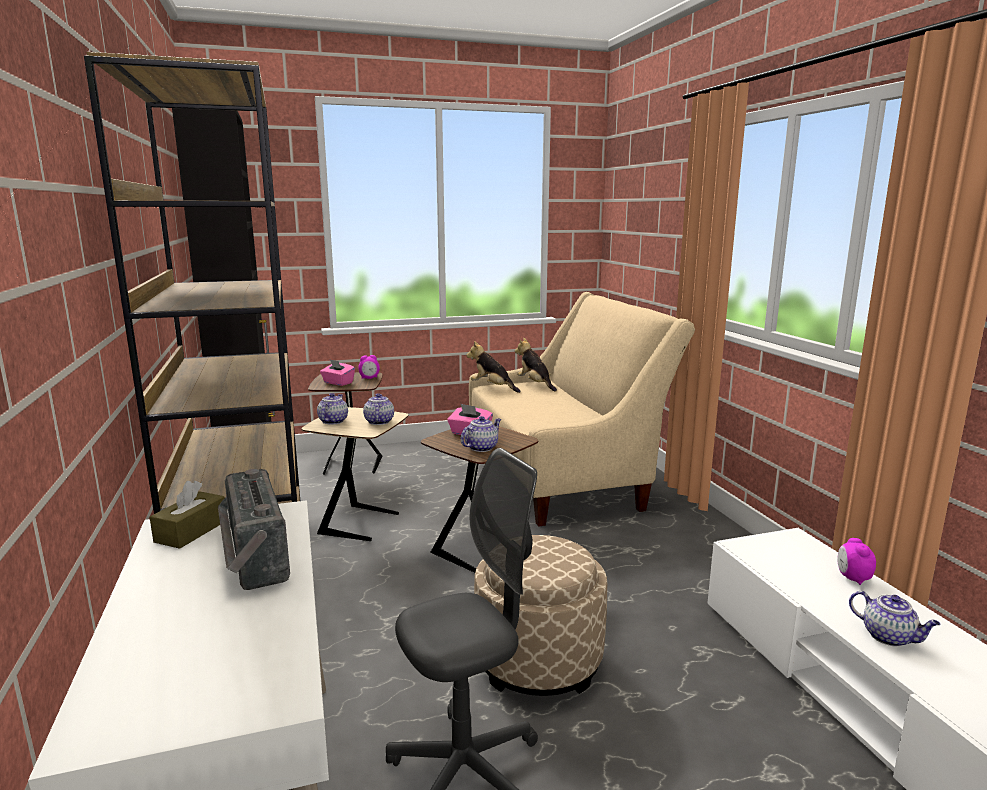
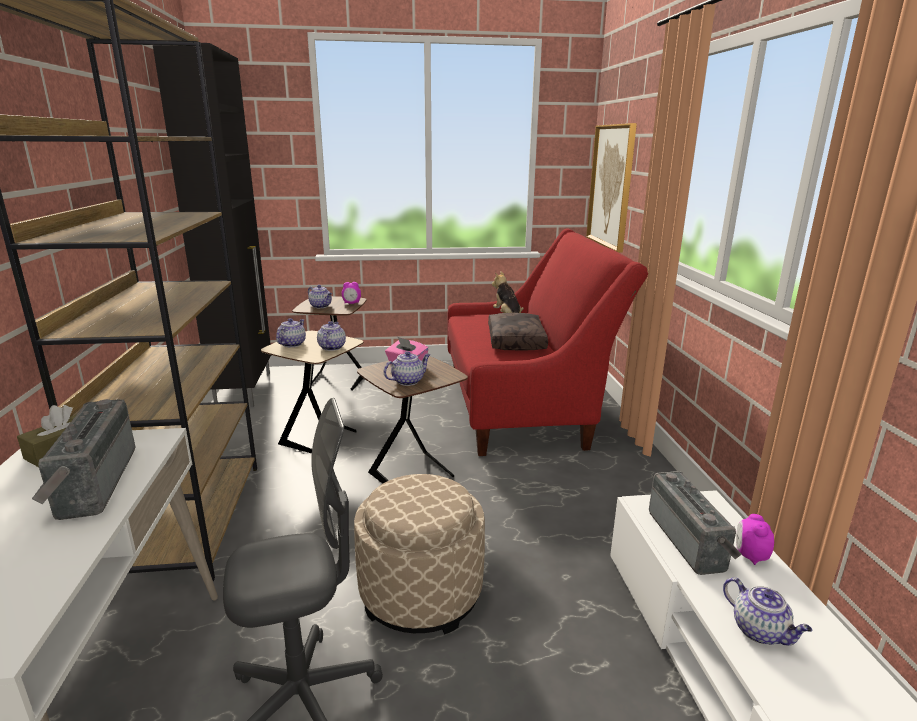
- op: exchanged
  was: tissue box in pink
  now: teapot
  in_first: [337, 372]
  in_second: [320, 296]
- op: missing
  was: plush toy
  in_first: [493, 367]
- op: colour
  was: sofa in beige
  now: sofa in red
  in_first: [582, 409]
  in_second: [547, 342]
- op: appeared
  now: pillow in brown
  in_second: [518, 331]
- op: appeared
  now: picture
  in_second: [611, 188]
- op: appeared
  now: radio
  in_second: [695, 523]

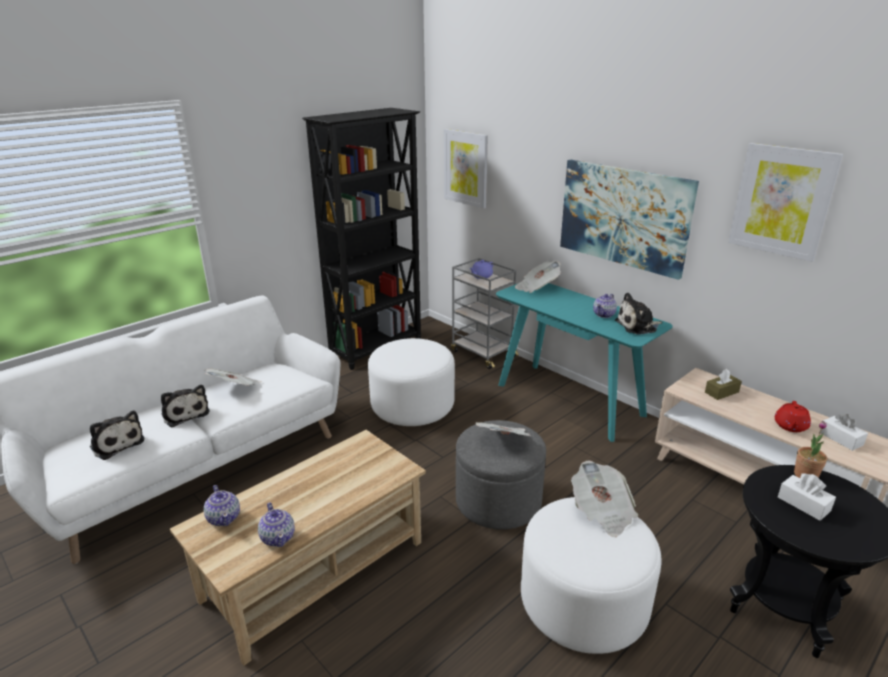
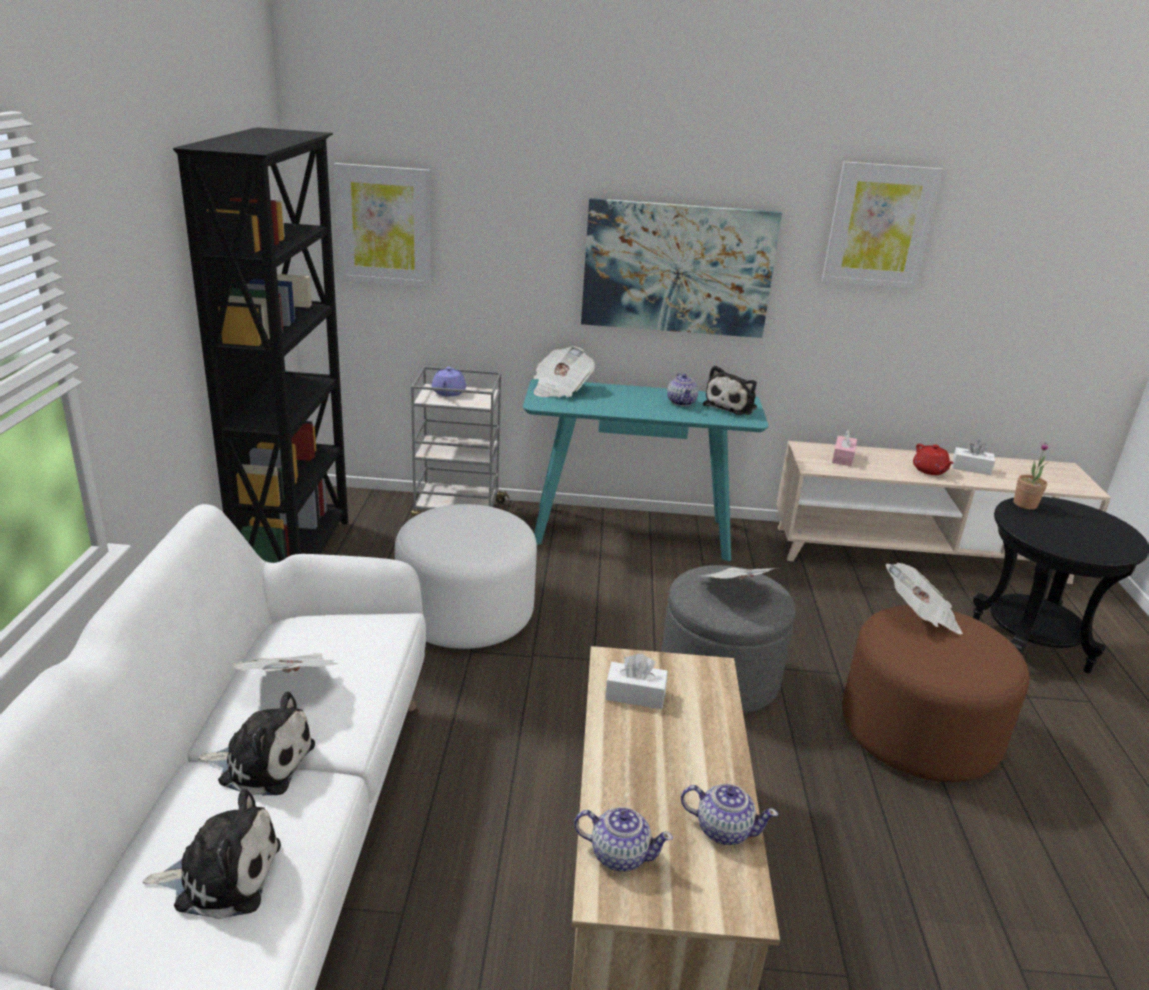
- op: colour
  was: ottoman in white
  now: ottoman in brown
  in_first: [591, 575]
  in_second: [935, 693]
- op: colour
  was: tissue box in brown
  now: tissue box in pink
  in_first: [723, 384]
  in_second: [844, 447]
- op: relocated
  was: tissue box in white
  in_first: [807, 497]
  in_second: [636, 681]

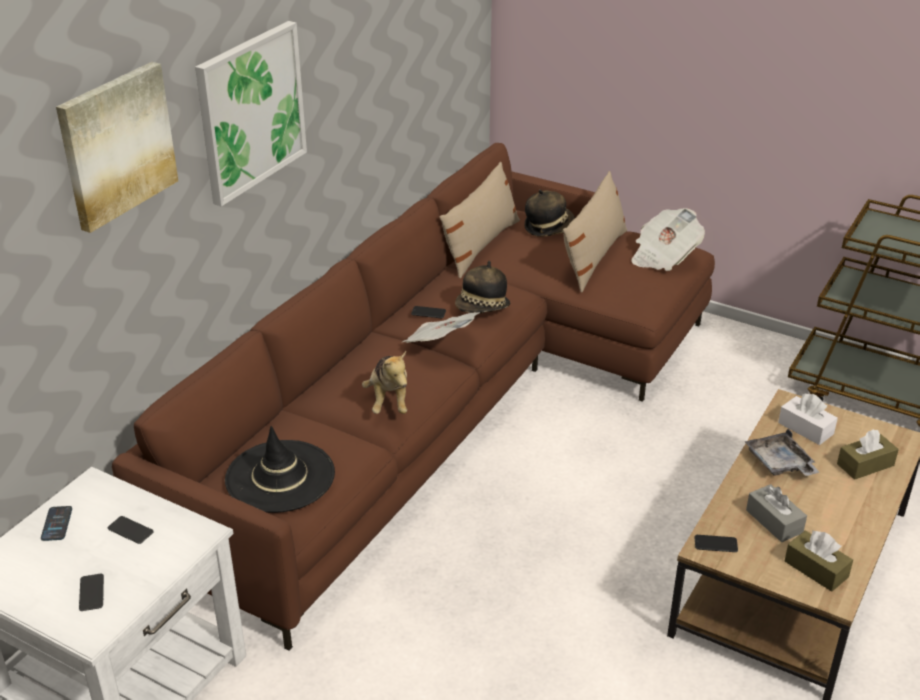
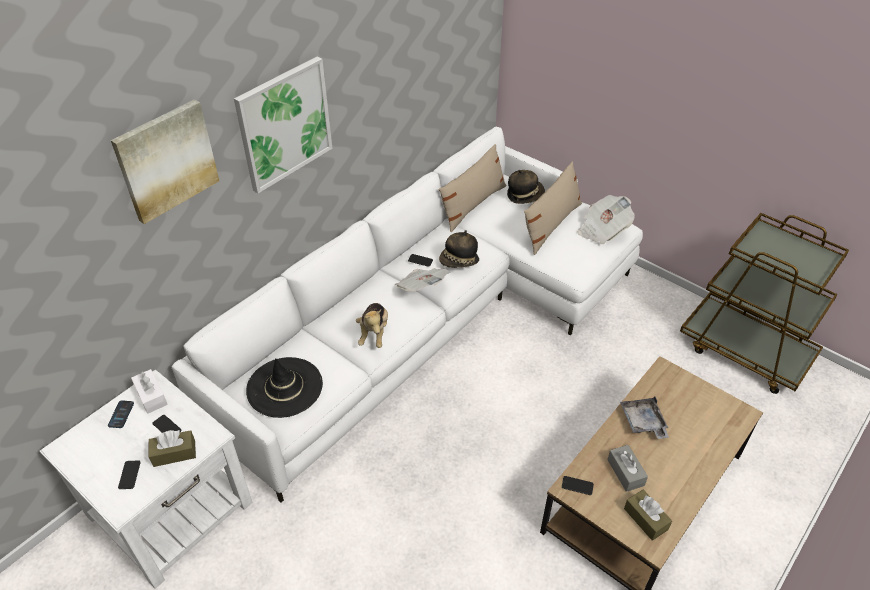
- op: colour
  was: sofa in brown
  now: sofa in white
  in_first: [413, 396]
  in_second: [407, 315]
- op: relocated
  was: tissue box in white
  in_first: [808, 419]
  in_second: [149, 391]
- op: relocated
  was: tissue box in brown
  in_first: [868, 454]
  in_second: [172, 448]

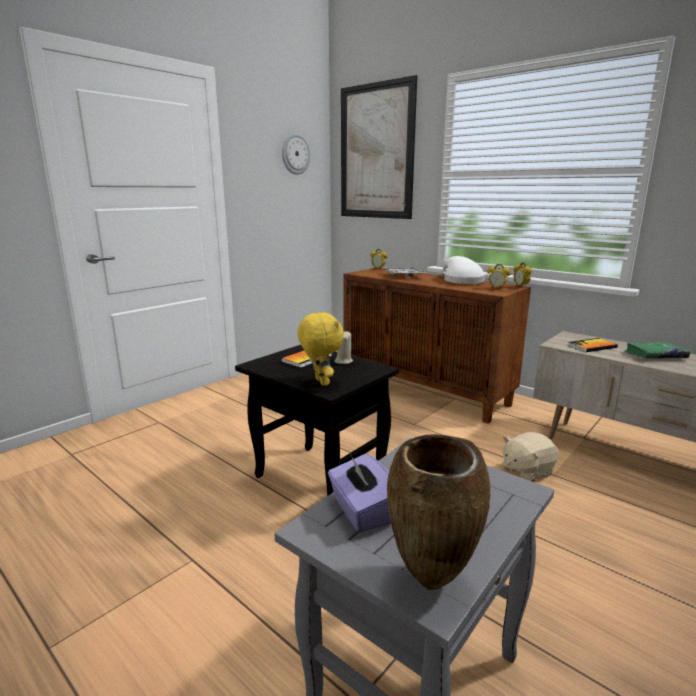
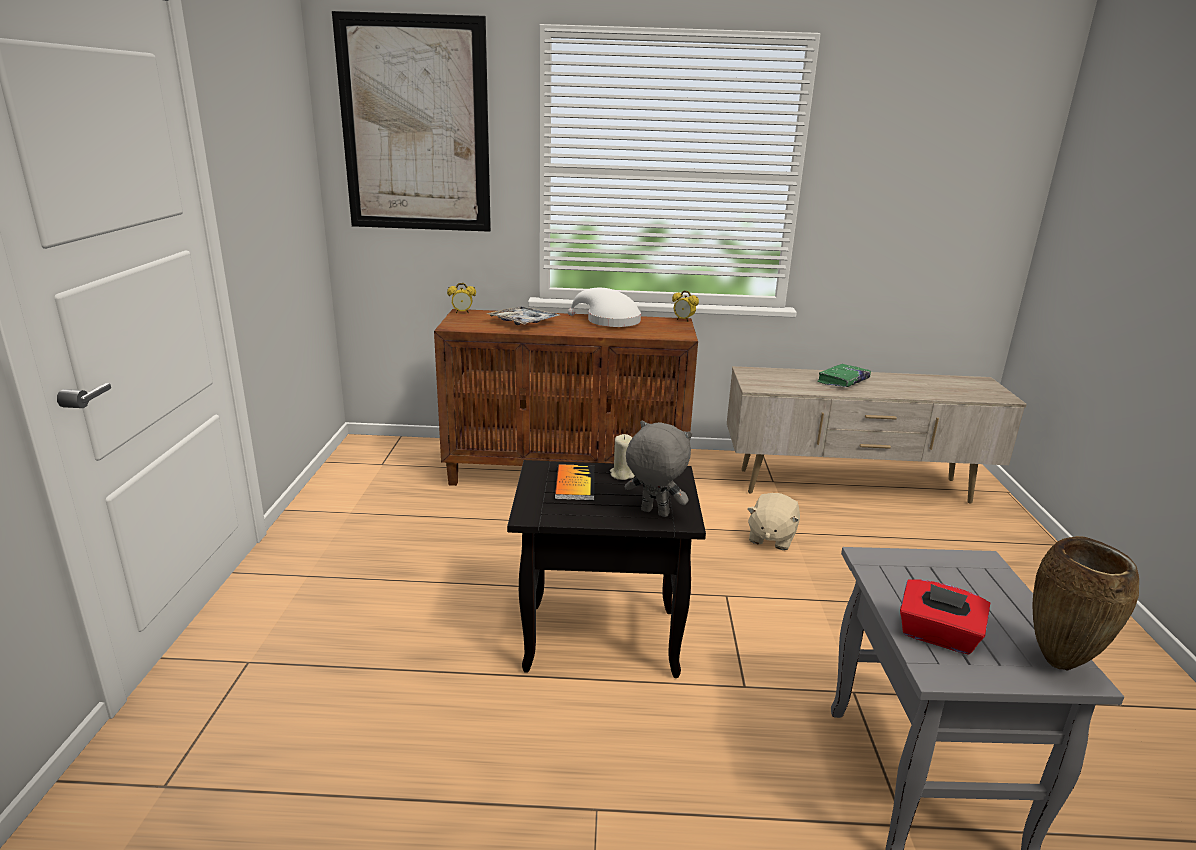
- op: missing
  was: wall clock
  in_first: [296, 154]
- op: colour
  was: plush toy in yellow
  now: plush toy in grey
  in_first: [320, 349]
  in_second: [658, 468]
- op: colour
  was: tissue box in purple
  now: tissue box in red
  in_first: [359, 492]
  in_second: [945, 617]
- op: missing
  was: alarm clock
  in_first: [499, 277]
- op: missing
  was: book
  in_first: [593, 345]

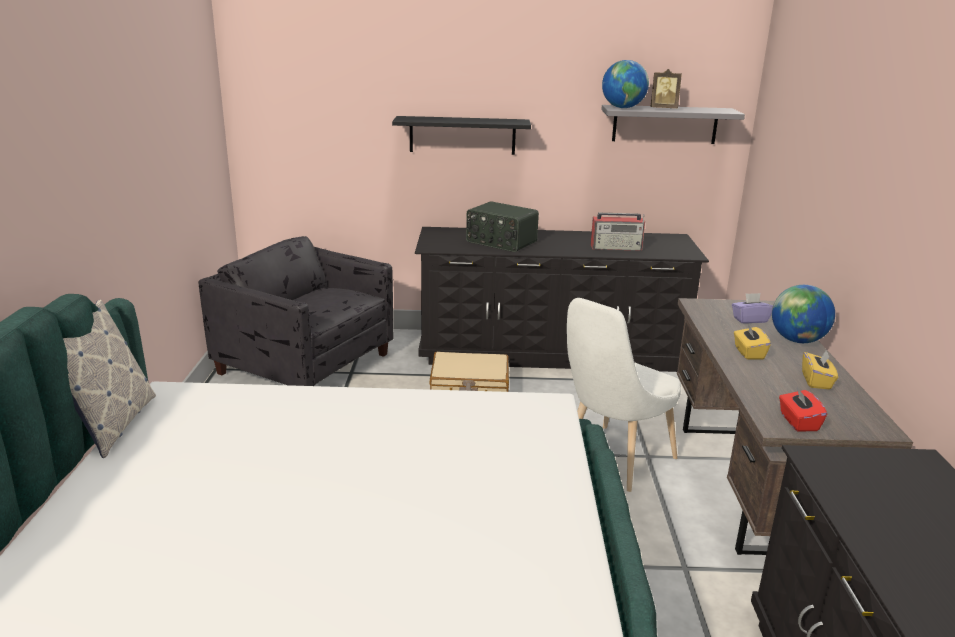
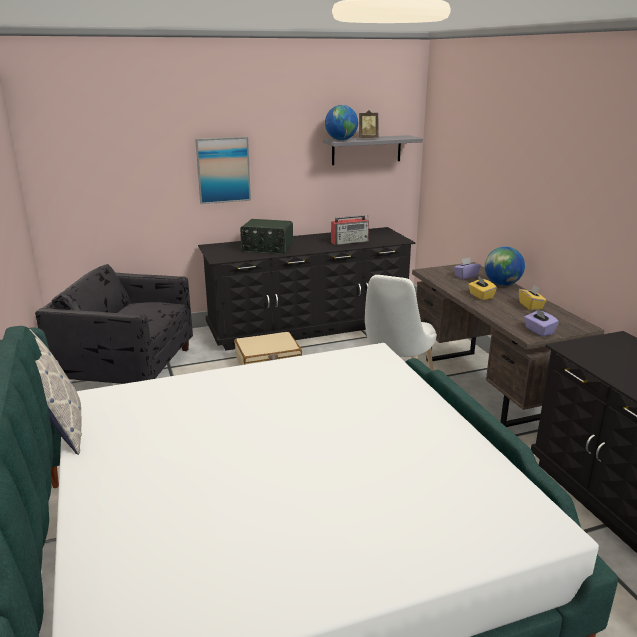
- op: exchanged
  was: shelf in black
  now: picture
  in_first: [461, 135]
  in_second: [223, 170]
- op: colour
  was: tissue box in red
  now: tissue box in purple
  in_first: [803, 409]
  in_second: [541, 322]

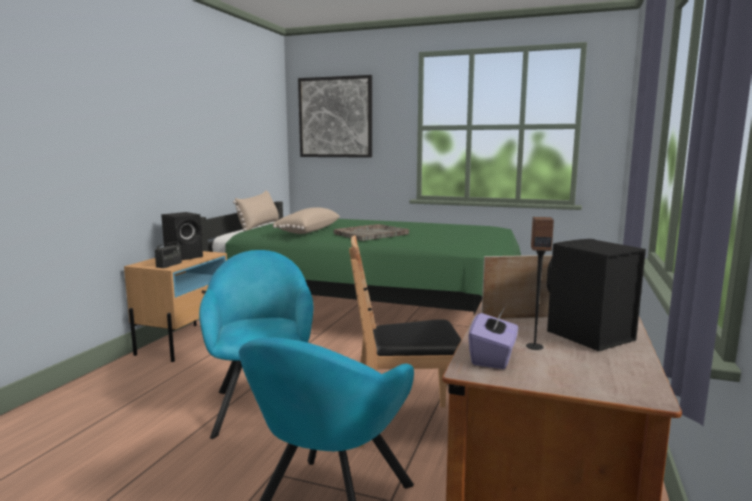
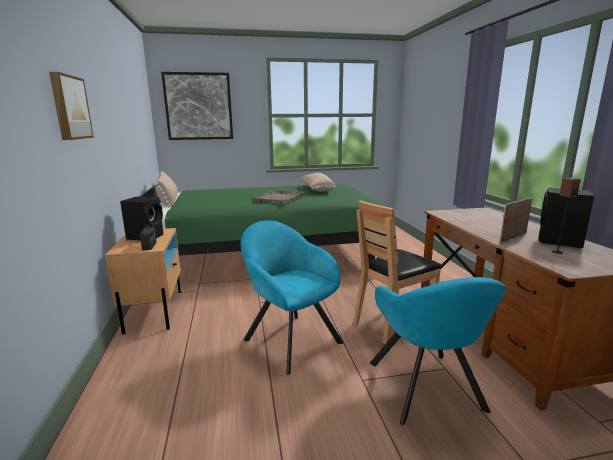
- op: relocated
  was: pillow in beige
  in_first: [306, 220]
  in_second: [318, 182]
- op: missing
  was: tissue box in purple
  in_first: [493, 338]
- op: appeared
  now: picture
  in_second: [71, 106]

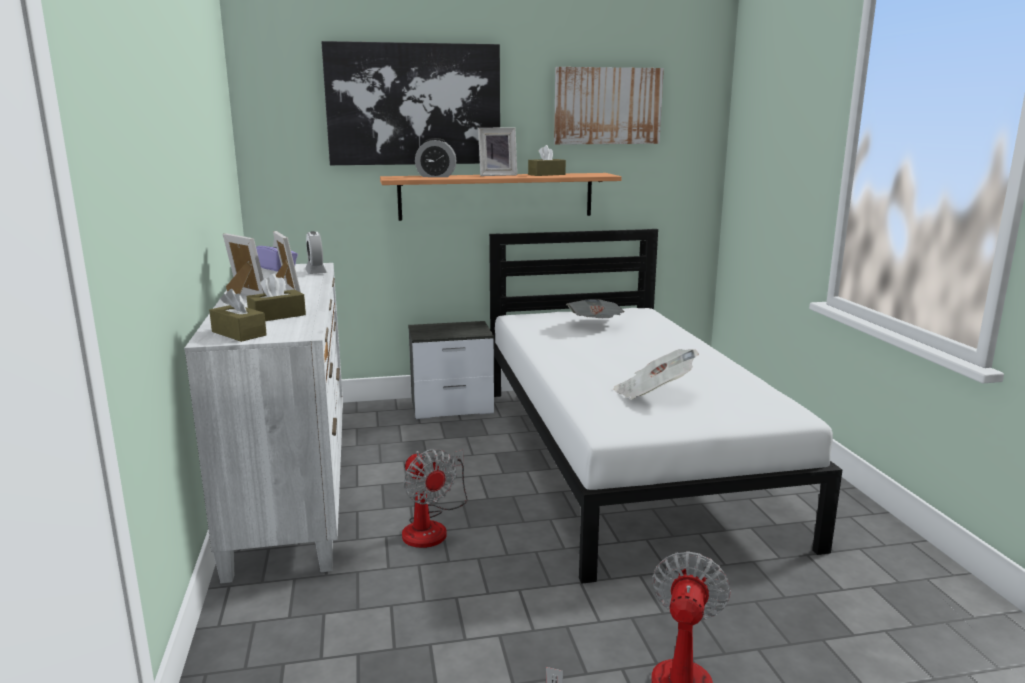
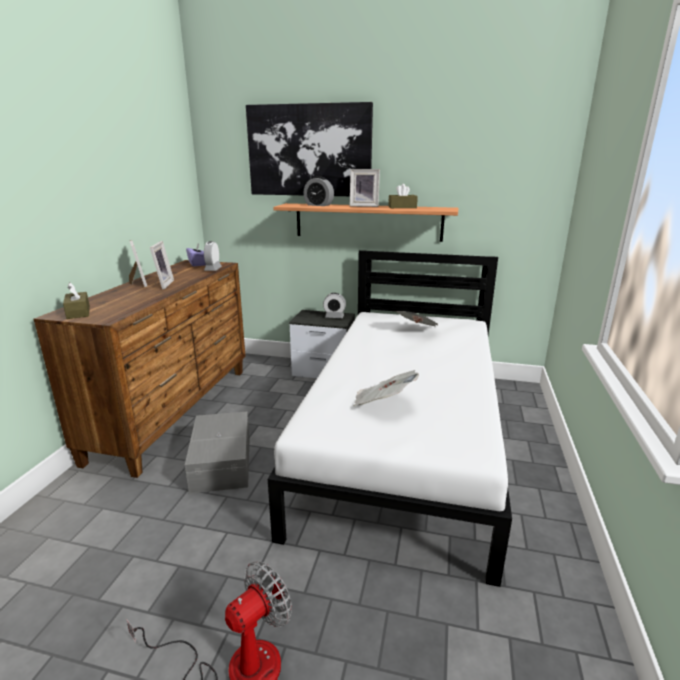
- op: colour
  was: dresser in white
  now: dresser in brown
  in_first: [263, 423]
  in_second: [139, 369]
- op: missing
  was: tissue box in brown
  in_first: [276, 297]
- op: exchanged
  was: fan
  now: storage box in grey
  in_first: [434, 498]
  in_second: [217, 453]
- op: missing
  was: picture
  in_first: [609, 106]
- op: appeared
  now: alarm clock
  in_second: [334, 305]

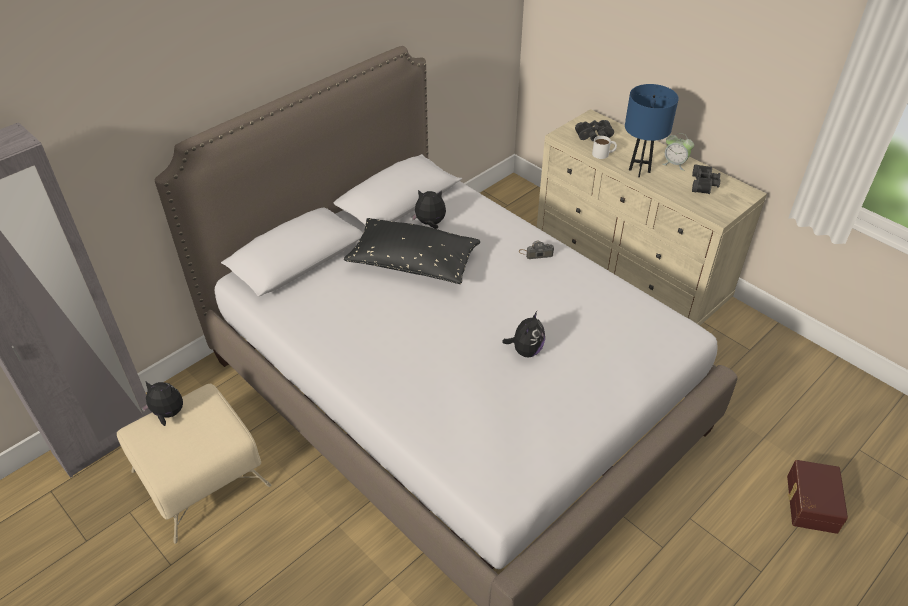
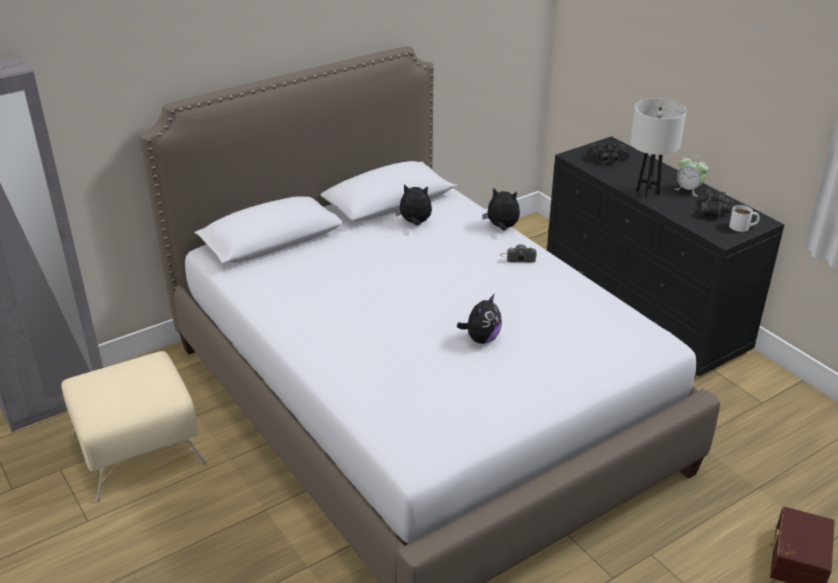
- op: relocated
  was: plush toy
  in_first: [162, 404]
  in_second: [501, 209]
- op: missing
  was: pillow in black
  in_first: [412, 251]
- op: colour
  was: dresser in beige
  now: dresser in black
  in_first: [652, 217]
  in_second: [665, 256]
- op: relocated
  was: mug in white
  in_first: [604, 147]
  in_second: [744, 218]
- op: colour
  was: table lamp in blue
  now: table lamp in white
  in_first: [652, 130]
  in_second: [658, 148]

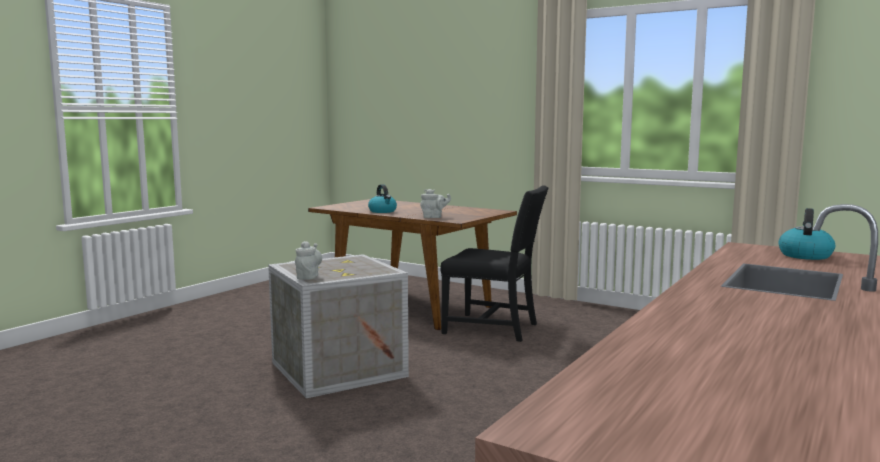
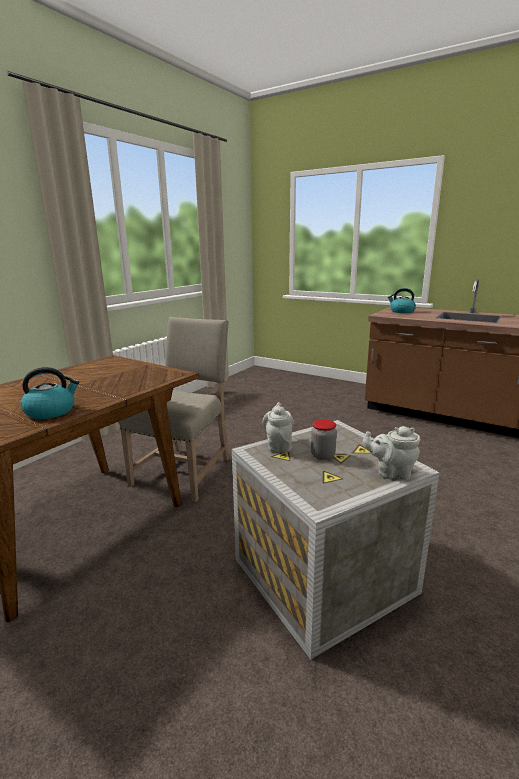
- op: relocated
  was: teapot in grey
  in_first: [435, 203]
  in_second: [278, 427]
- op: colour
  was: chair in black
  now: chair in beige
  in_first: [494, 263]
  in_second: [173, 409]
- op: appeared
  now: jar
  in_second: [324, 439]

